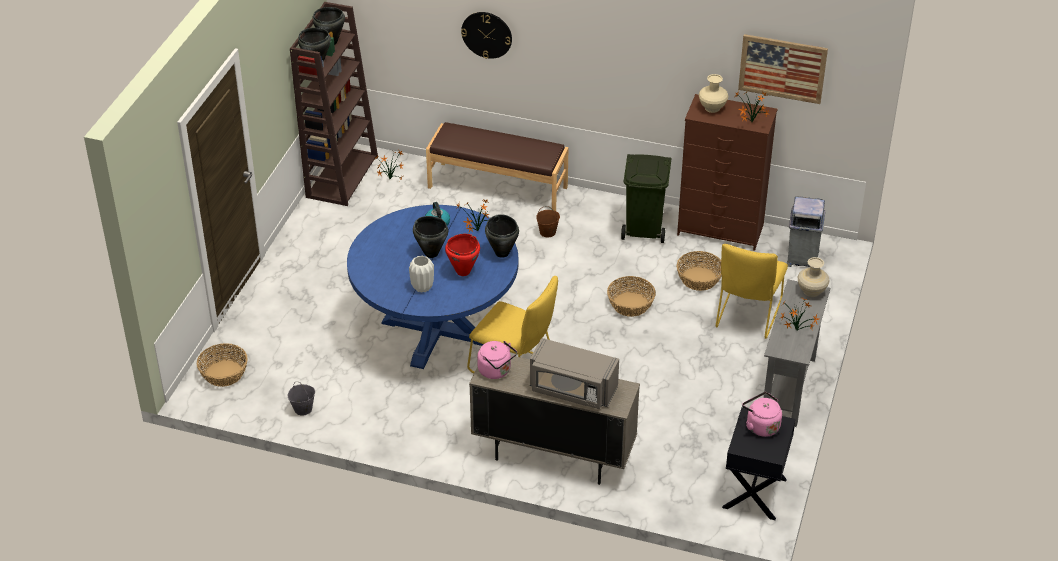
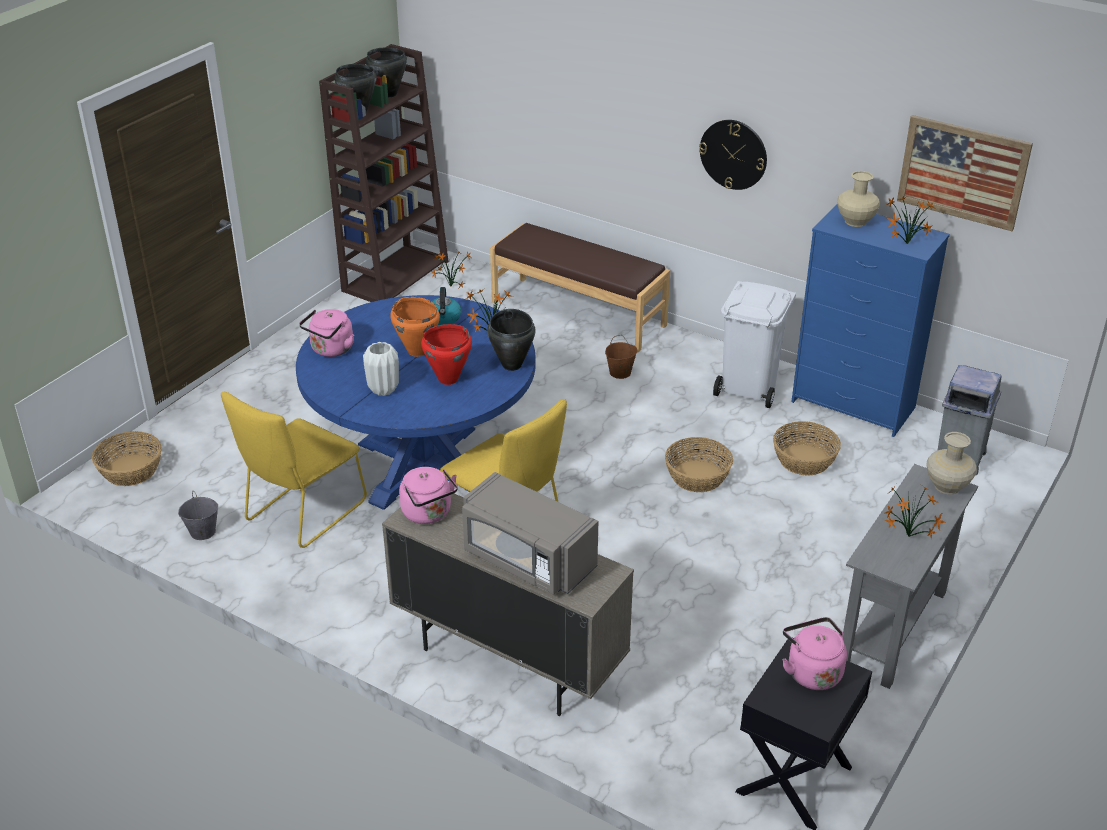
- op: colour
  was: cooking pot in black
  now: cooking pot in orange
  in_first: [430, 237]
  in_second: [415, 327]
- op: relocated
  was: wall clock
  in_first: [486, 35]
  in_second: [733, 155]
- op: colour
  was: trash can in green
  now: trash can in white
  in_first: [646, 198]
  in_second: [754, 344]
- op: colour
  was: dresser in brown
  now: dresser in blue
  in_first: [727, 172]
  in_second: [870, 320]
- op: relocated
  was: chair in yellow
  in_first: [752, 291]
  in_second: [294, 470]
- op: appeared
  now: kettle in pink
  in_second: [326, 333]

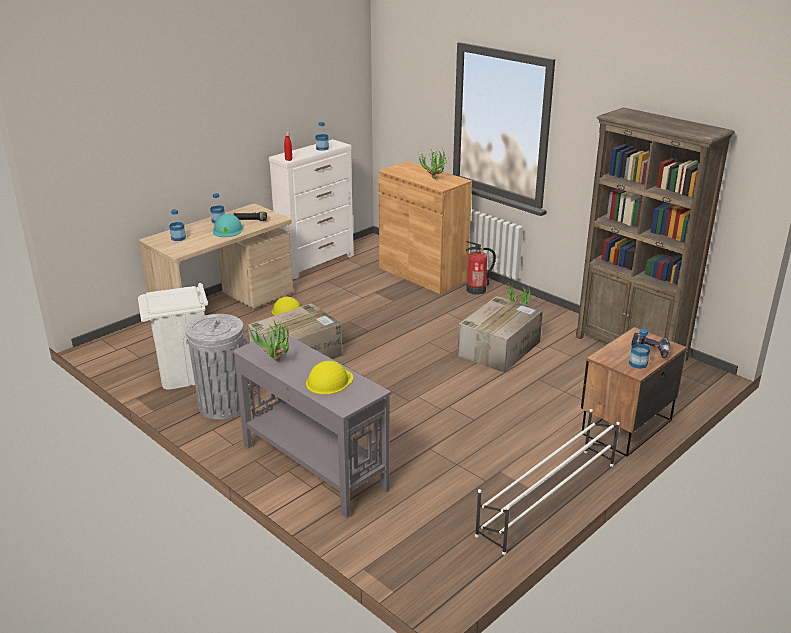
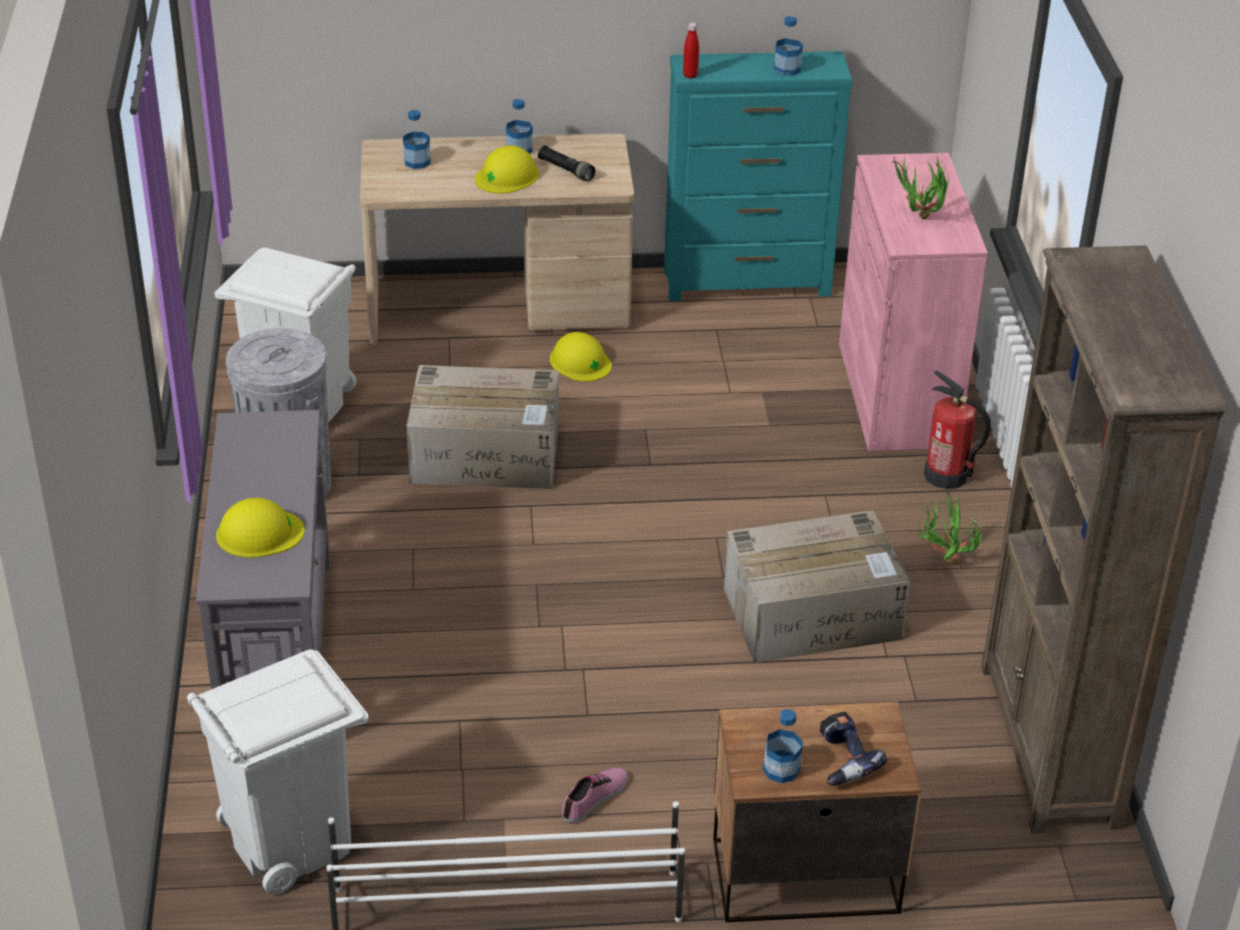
- op: colour
  was: hard hat in turquoise
  now: hard hat in yellow
  in_first: [228, 225]
  in_second: [506, 169]
- op: missing
  was: potted plant
  in_first: [269, 340]
- op: colour
  was: dresser in white
  now: dresser in turquoise
  in_first: [311, 209]
  in_second: [758, 176]
- op: colour
  was: cabinet in brown
  now: cabinet in pink
  in_first: [425, 227]
  in_second: [913, 302]
- op: appeared
  now: trash can in white
  in_second: [278, 772]
- op: appeared
  now: shoe
  in_second: [595, 794]

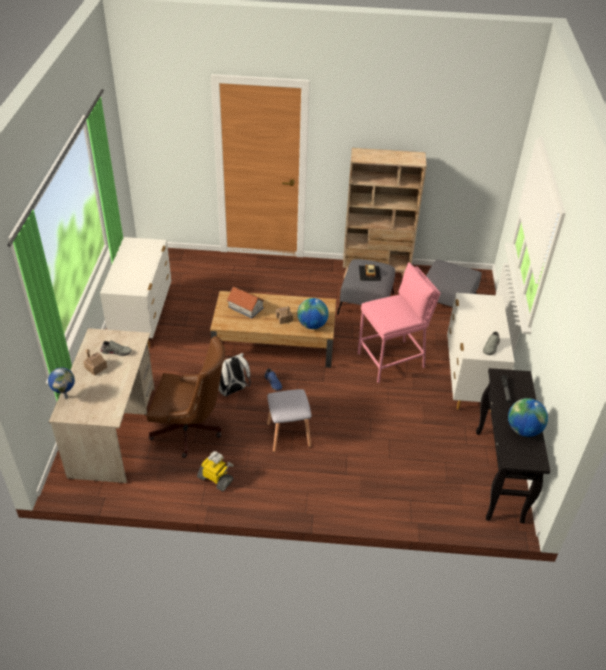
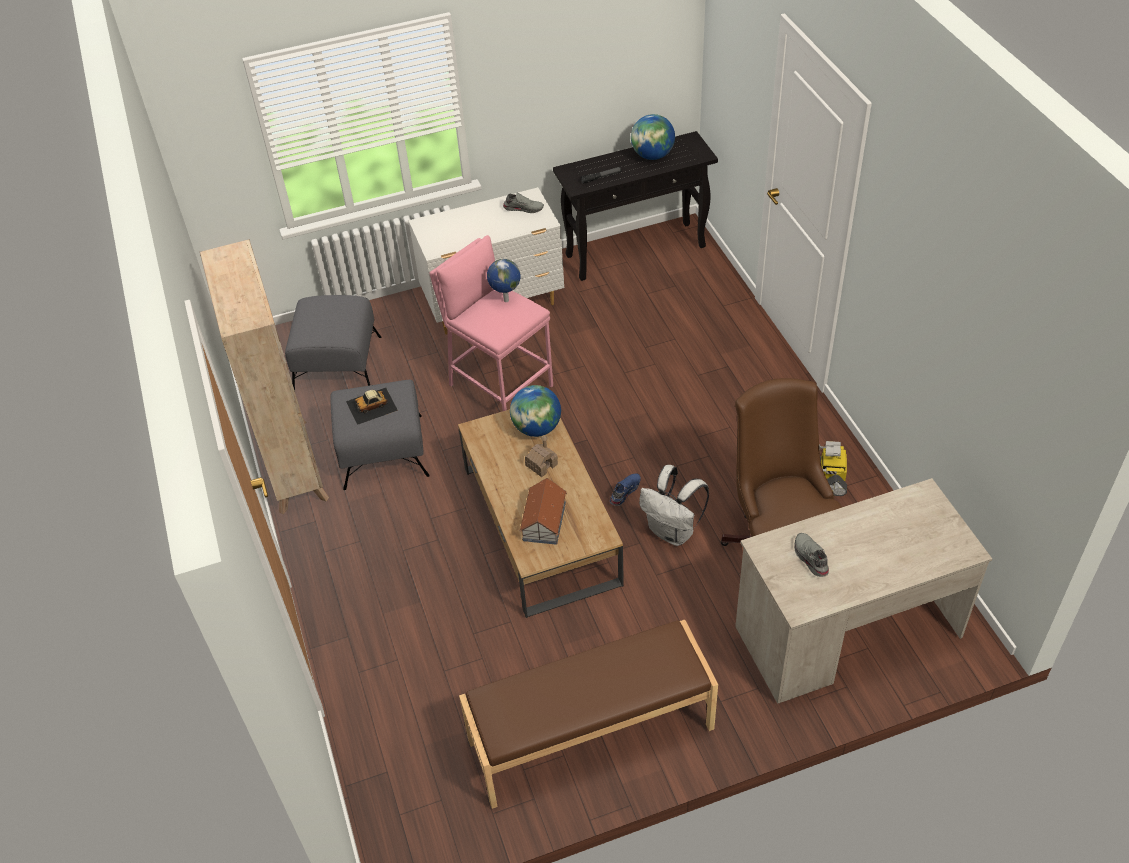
- op: relocated
  was: globe
  in_first: [61, 383]
  in_second: [504, 280]
- op: missing
  was: toy house
  in_first: [95, 362]
- op: exchanged
  was: dresser in white
  now: bench in brown
  in_first: [136, 292]
  in_second: [588, 714]
- op: missing
  was: stool in grey
  in_first: [289, 421]

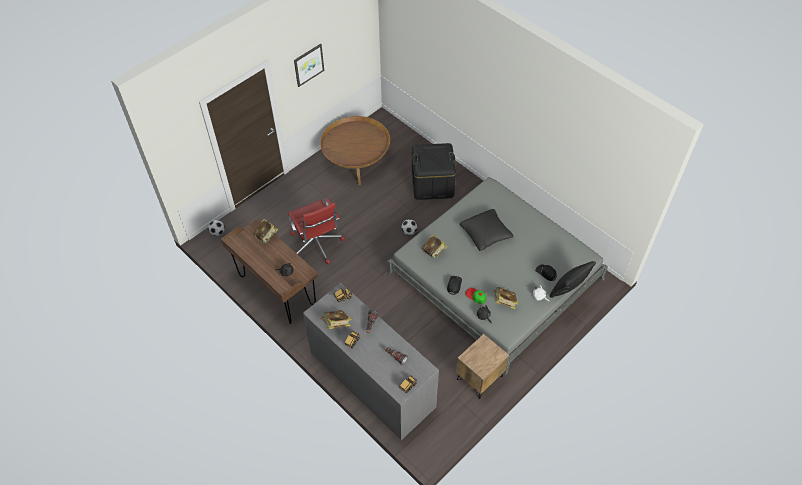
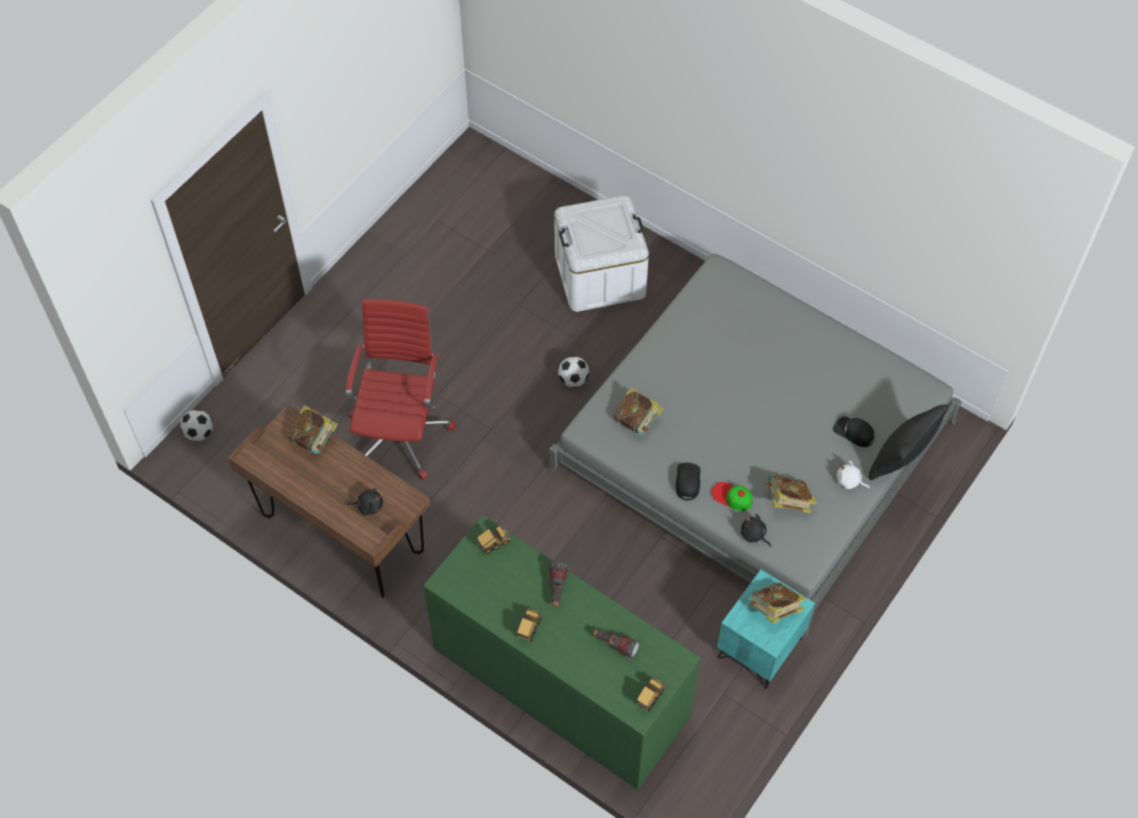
- op: spun
  was: office chair in red
  in_first: [316, 231]
  in_second: [401, 389]
  clockwise: -135
- op: missing
  was: picture
  in_first: [309, 65]
- op: colour
  was: dresser in grey
  now: dresser in green
  in_first: [371, 361]
  in_second: [561, 652]
- op: missing
  was: coffee table in brown
  in_first: [355, 150]
- op: relocated
  was: book
  in_first: [335, 319]
  in_second: [777, 602]
- op: colour
  was: storage box in black
  now: storage box in white
  in_first: [434, 171]
  in_second: [601, 253]
- op: colour
  was: nightstand in brown
  now: nightstand in turquoise
  in_first: [482, 366]
  in_second: [766, 629]
- op: missing
  was: pillow in black
  in_first: [487, 230]

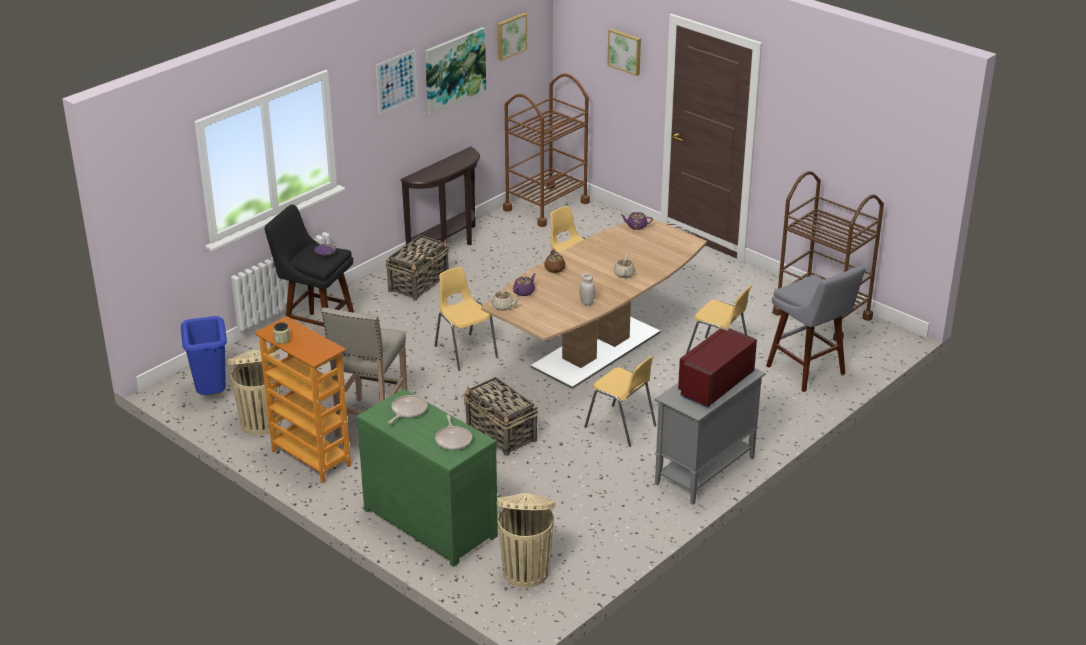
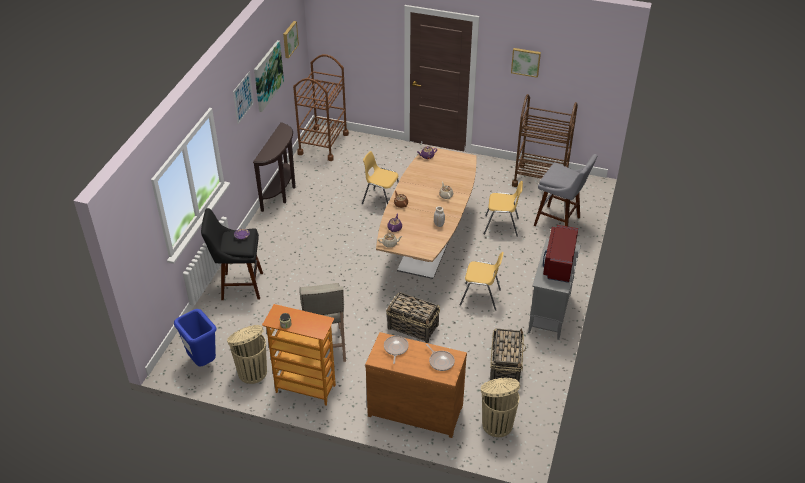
- op: colour
  was: dresser in green
  now: dresser in brown
  in_first: [427, 478]
  in_second: [416, 385]
- op: relocated
  was: basket
  in_first: [417, 268]
  in_second: [508, 354]
- op: missing
  was: chair in yellow
  in_first: [466, 319]
- op: relocated
  was: picture
  in_first: [624, 52]
  in_second: [526, 63]

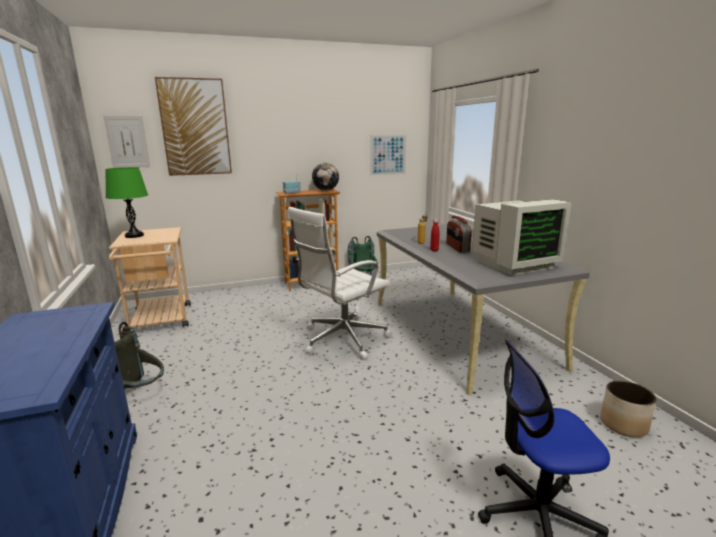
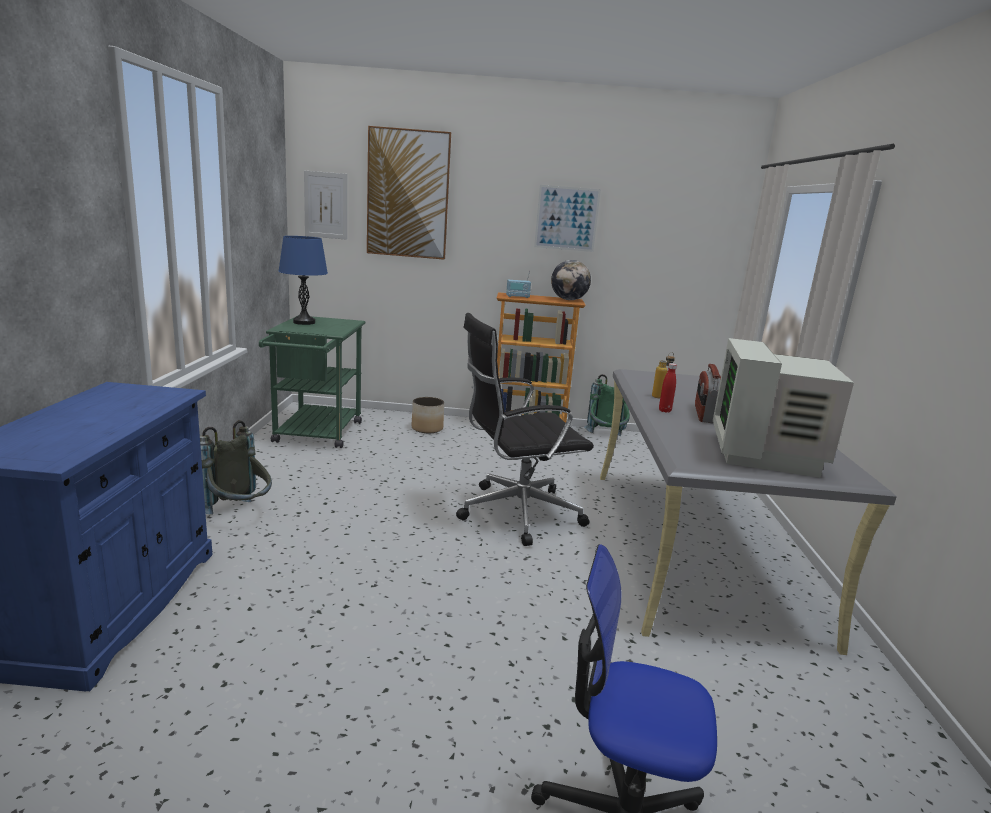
- op: colour
  was: table lamp in green
  now: table lamp in blue
  in_first: [127, 202]
  in_second: [303, 280]
- op: colour
  was: cart in beige
  now: cart in green
  in_first: [150, 278]
  in_second: [312, 381]
- op: colour
  was: office chair in white
  now: office chair in black
  in_first: [340, 283]
  in_second: [525, 429]
- op: relocated
  was: picture
  in_first: [388, 155]
  in_second: [567, 218]
- op: spun
  was: monitor
  in_first: [522, 237]
  in_second: [783, 408]
  clockwise: 105
- op: relocated
  was: planter
  in_first: [628, 409]
  in_second: [428, 415]

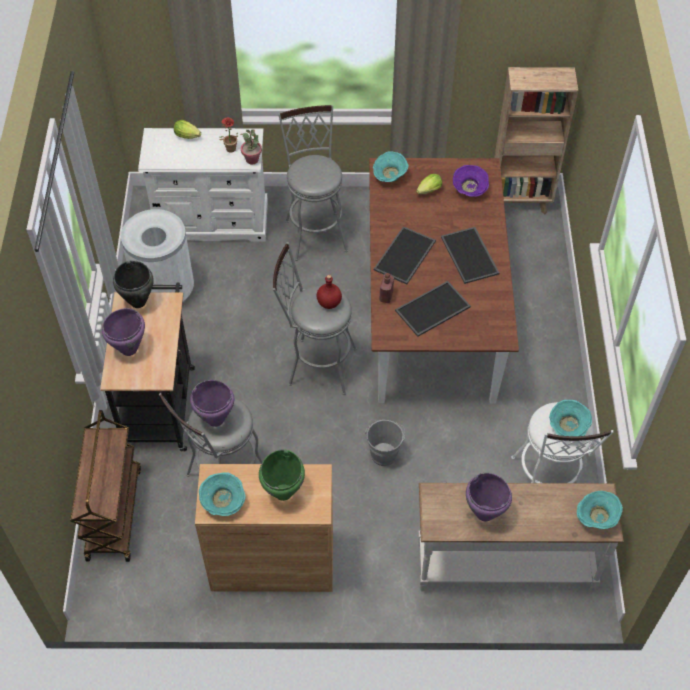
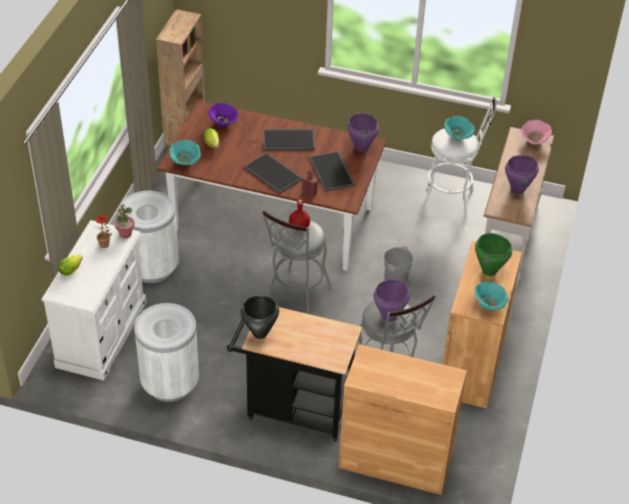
- op: exchanged
  was: cart in brown
  now: cabinet in brown
  in_first: [105, 486]
  in_second: [403, 419]
- op: relocated
  was: cooking pot in purple
  in_first: [123, 332]
  in_second: [363, 132]
- op: exchanged
  was: stool in grey
  now: trash can in white
  in_first: [313, 183]
  in_second: [148, 237]
- op: colour
  was: bowl in turquoise
  now: bowl in pink
  in_first: [600, 510]
  in_second: [536, 132]

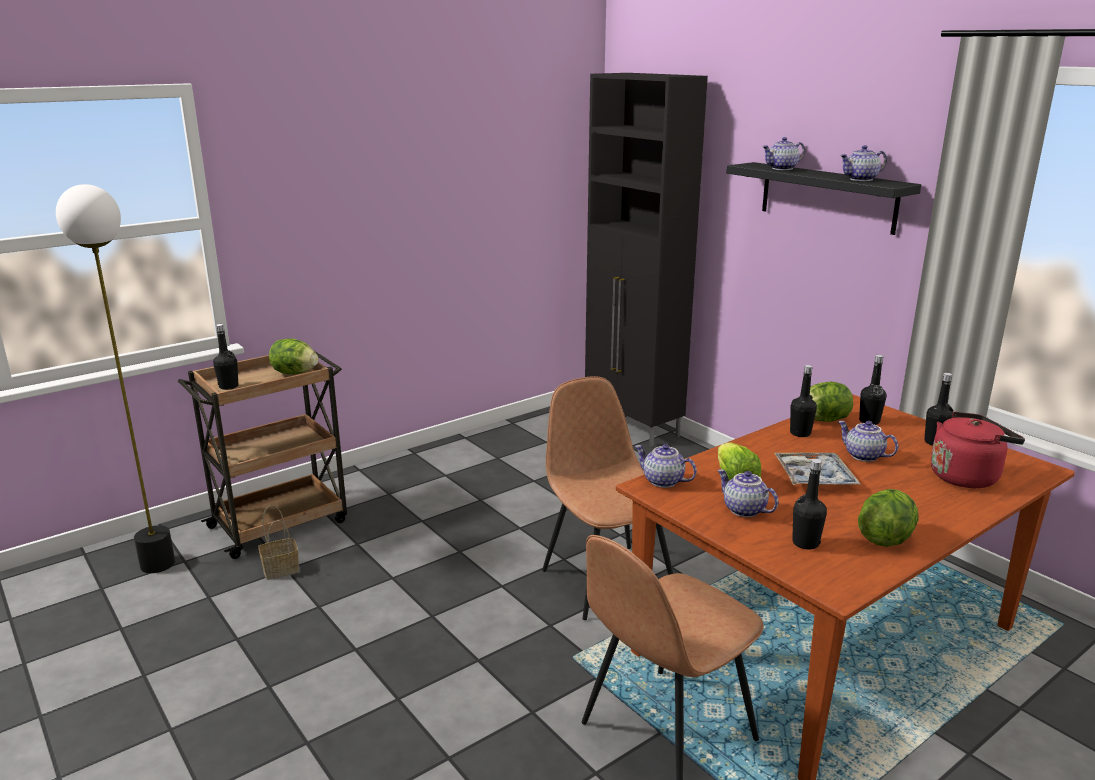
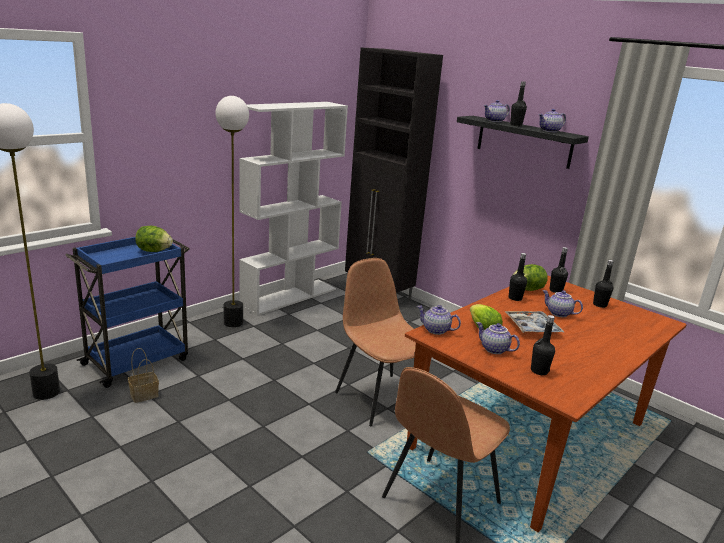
- op: colour
  was: cart in brown
  now: cart in blue
  in_first: [262, 455]
  in_second: [127, 312]
- op: relocated
  was: bottle in black
  in_first: [225, 357]
  in_second: [518, 103]
- op: missing
  was: lettuce
  in_first: [888, 518]
- op: missing
  was: kettle in red
  in_first: [978, 450]
- op: appeared
  now: floor lamp
  in_second: [232, 211]
- op: appeared
  now: bookcase in white
  in_second: [293, 209]

